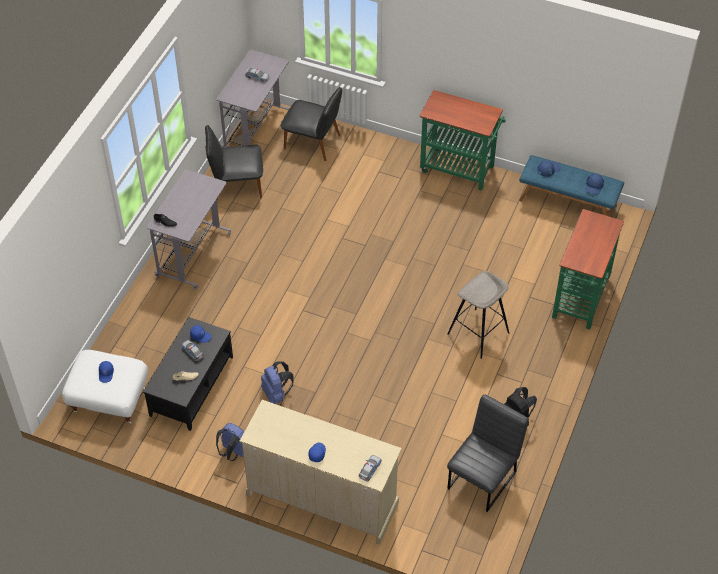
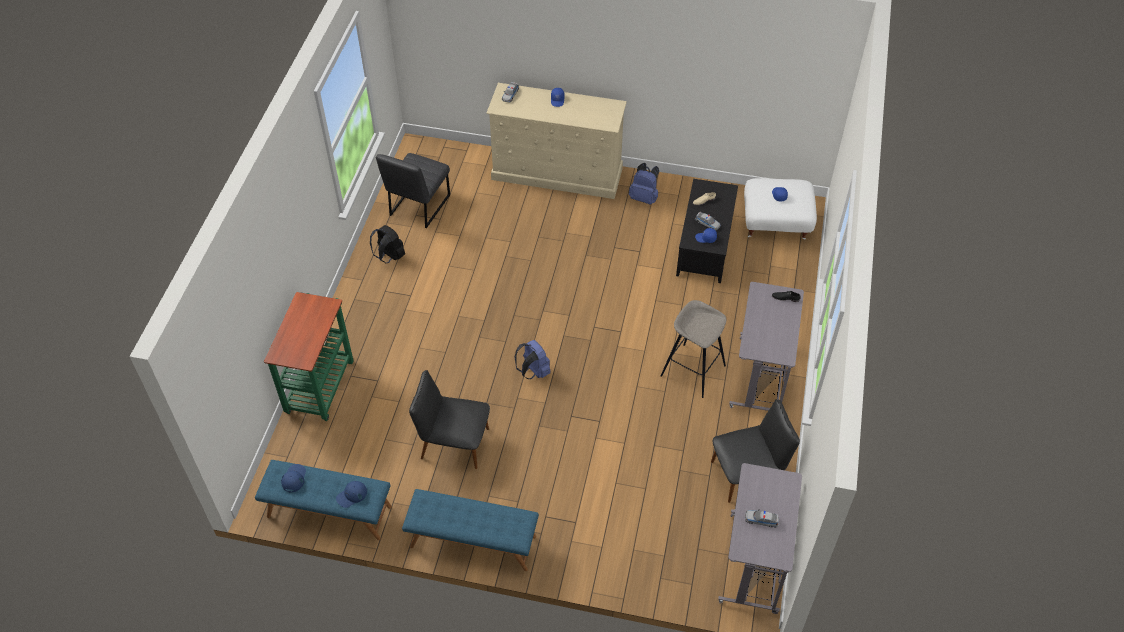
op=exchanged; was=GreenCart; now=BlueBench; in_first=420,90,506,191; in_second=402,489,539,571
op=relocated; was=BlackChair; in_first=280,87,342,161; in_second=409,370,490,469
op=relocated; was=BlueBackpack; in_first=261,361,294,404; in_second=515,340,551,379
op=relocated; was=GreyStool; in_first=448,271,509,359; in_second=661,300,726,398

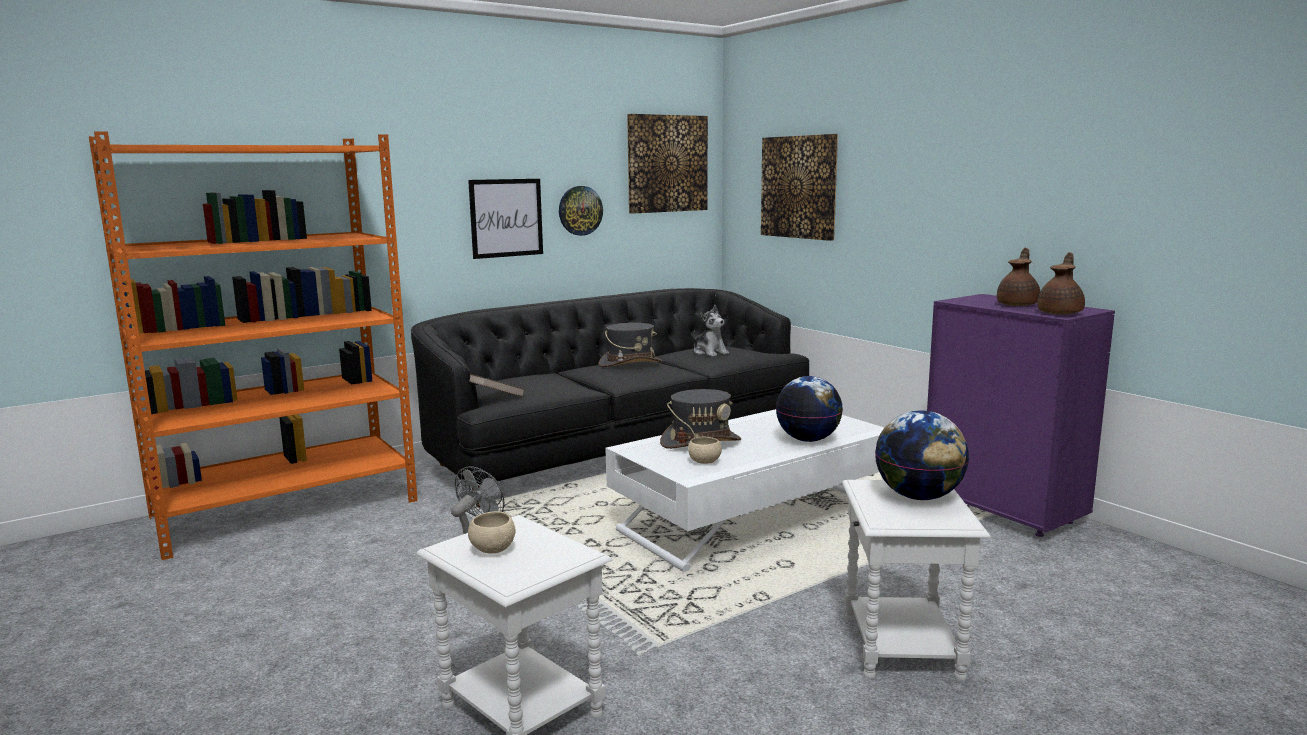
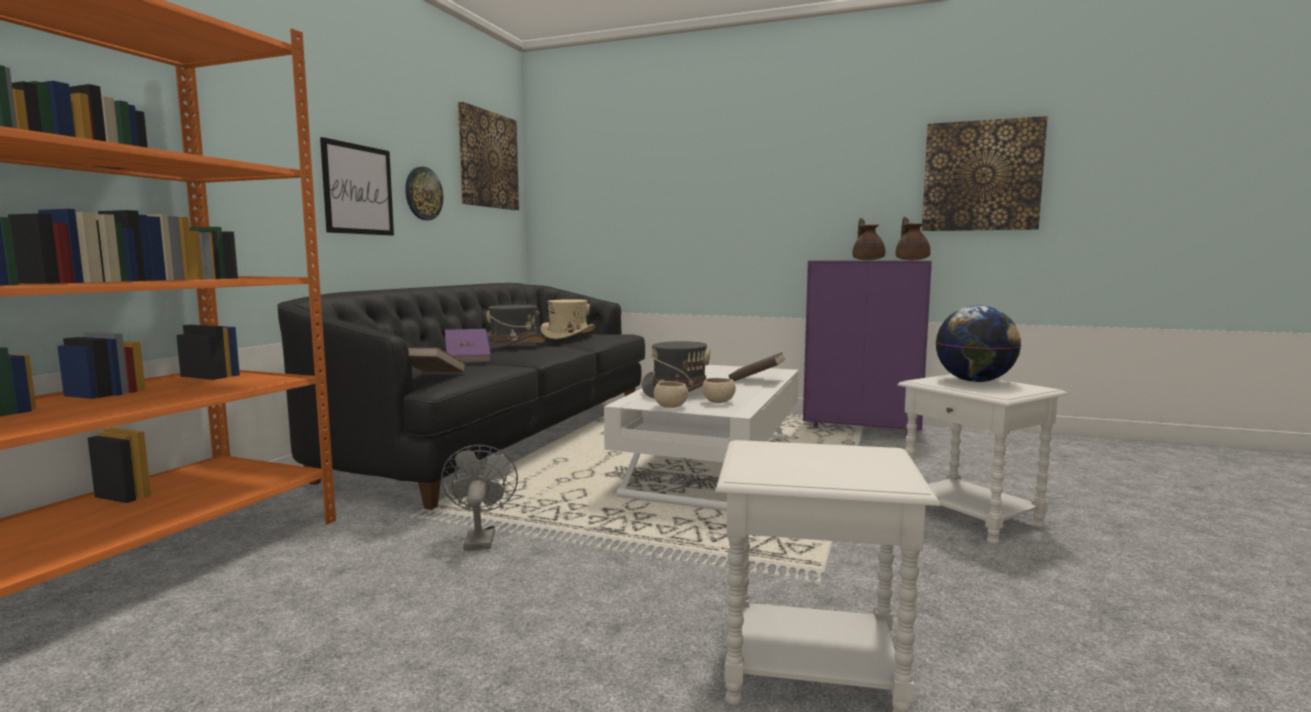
op=appeared; now=PurpleBook; in_second=445,329,491,363
op=exchanged; was=PlushToy; now=BeigeHat; in_first=694,305,729,357; in_second=541,299,595,339
op=relocated; was=BeigeBowl; in_first=468,511,516,554; in_second=654,381,688,408
op=exchanged; was=Globe; now=BrownBook; in_first=776,376,843,442; in_second=729,352,785,381
op=relocated; was=Picture; in_first=761,134,838,241; in_second=922,116,1048,231

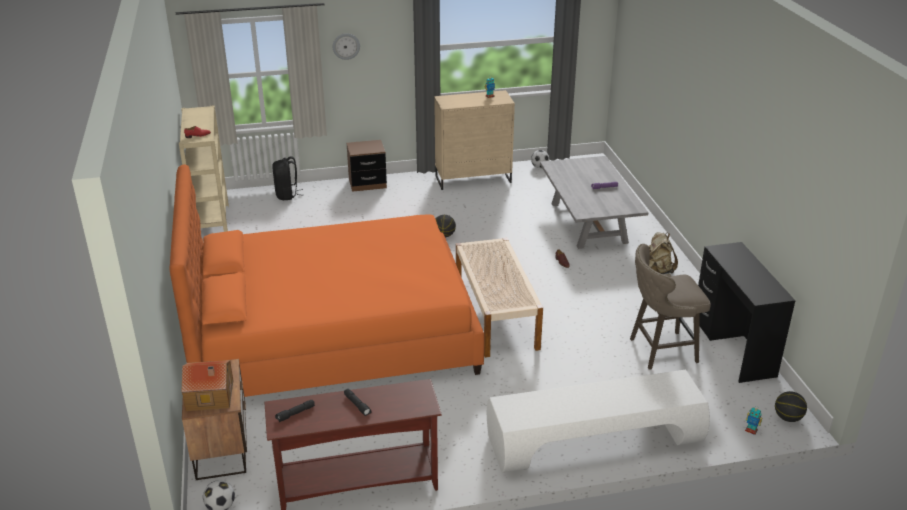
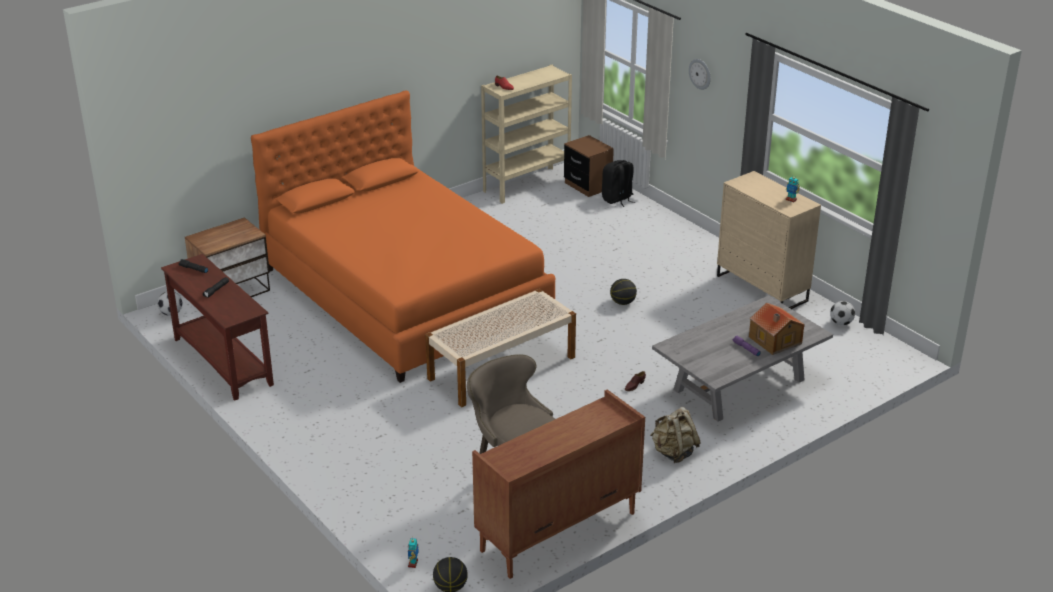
op=exchanged; was=BlackDesk; now=BrownCabinet; in_first=698,242,796,383; in_second=472,389,645,579
op=relocated; was=BrownNightstand; in_first=347,140,387,192; in_second=564,135,614,197
op=relocated; was=ToyHouse; in_first=181,360,233,411; in_second=749,303,805,355
op=missing; was=WhiteBench; in_first=487,370,710,473

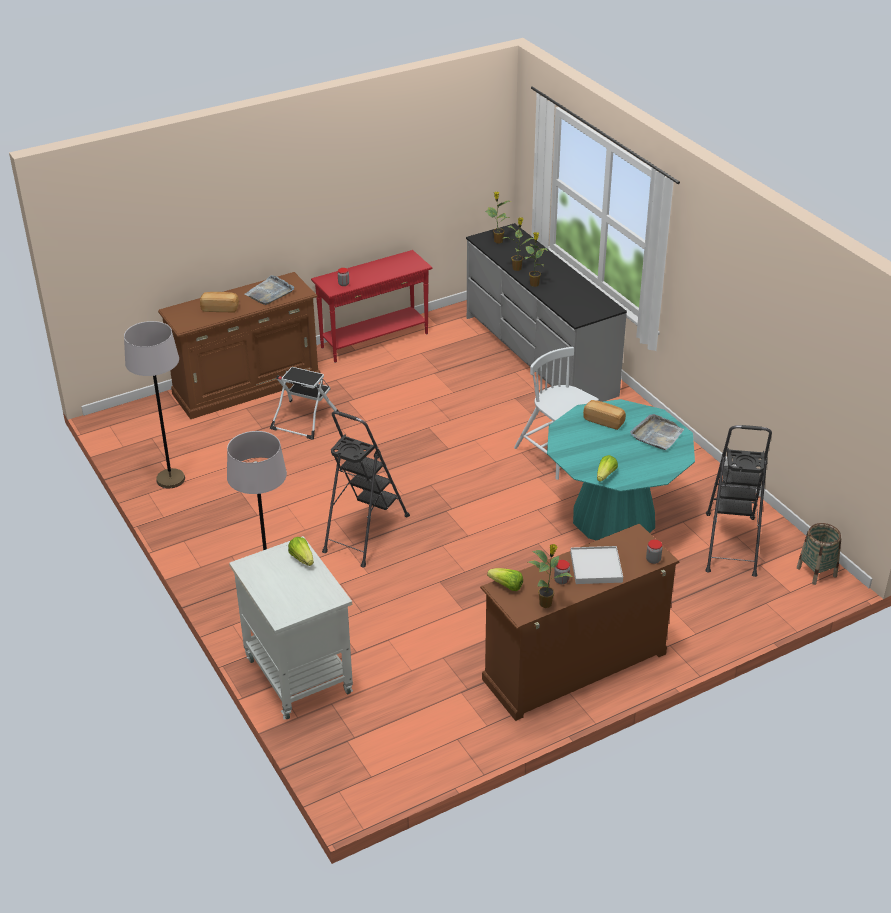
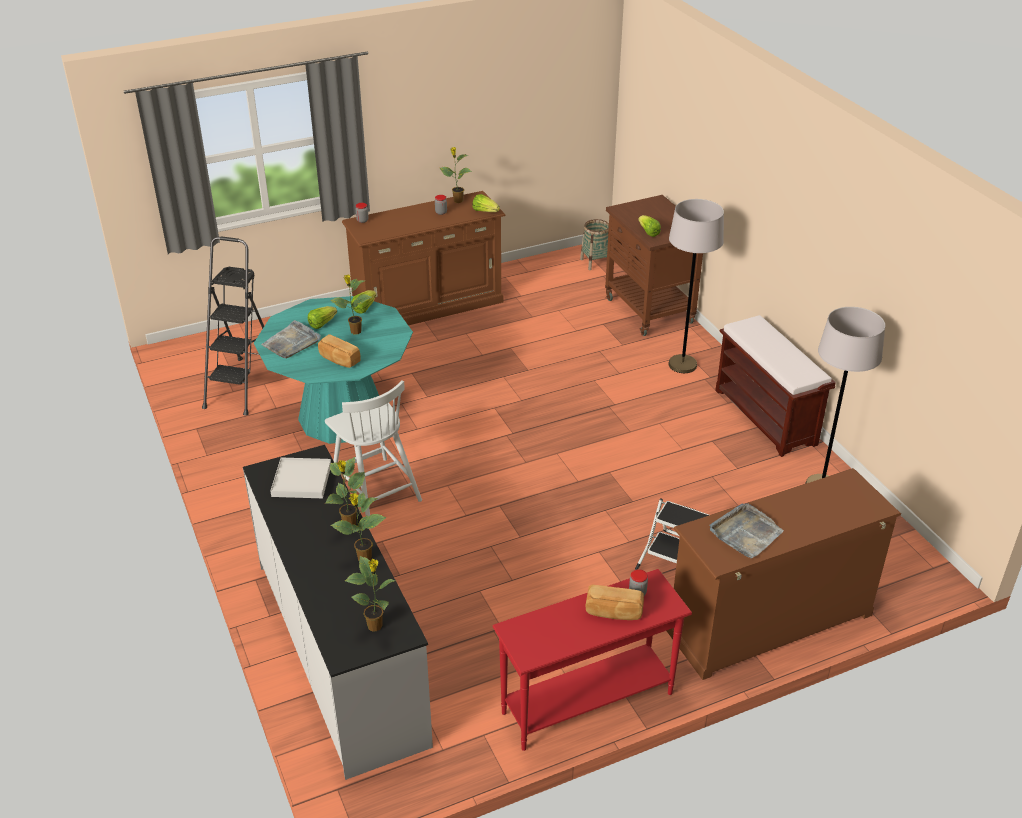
op=relocated; was=WhiteTray; in_first=570,546,623,584; in_second=270,457,331,498
op=appeared; now=Lettuce; in_second=308,306,337,329
op=appeared; now=PottedPlant; in_second=330,275,372,334
op=relocated; was=Basket; in_first=797,523,841,585; in_second=580,219,609,270
op=relocated; was=Bread; in_first=200,292,239,312; in_second=585,584,644,620
op=colour; was=WhiteCart; now=BrownCart; in_first=229,536,353,720; in_second=605,195,703,336
op=appeared; now=BrownBench; in_second=715,315,836,457
op=missing; was=StepLadder; in_first=322,411,410,567

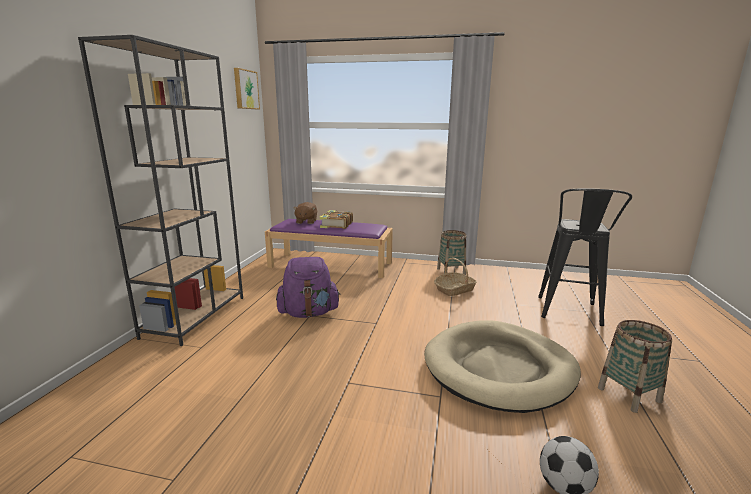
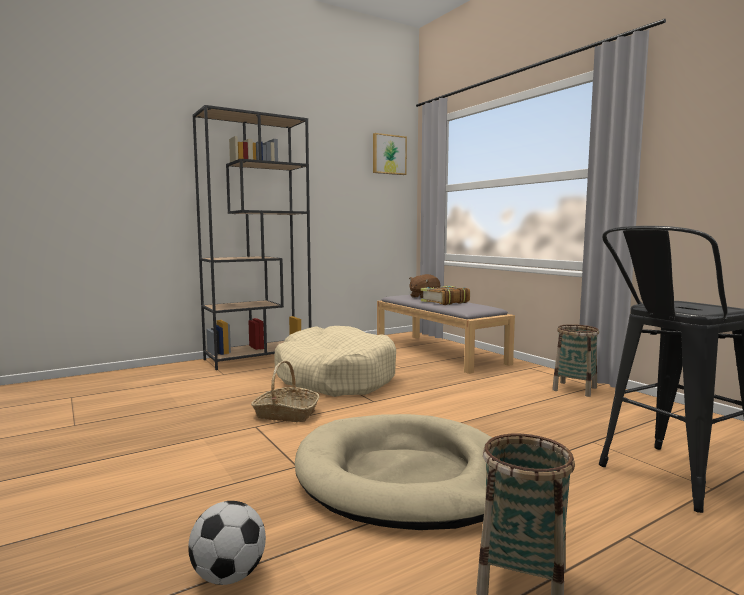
op=relocated; was=Basket; in_first=434,258,477,296; in_second=251,360,320,422
op=exchanged; was=PurpleBackpack; now=BeigeDogBed; in_first=276,257,341,318; in_second=275,326,396,397
op=colour; was=PurpleBench; now=GreyBench; in_first=265,219,393,278; in_second=377,295,515,374

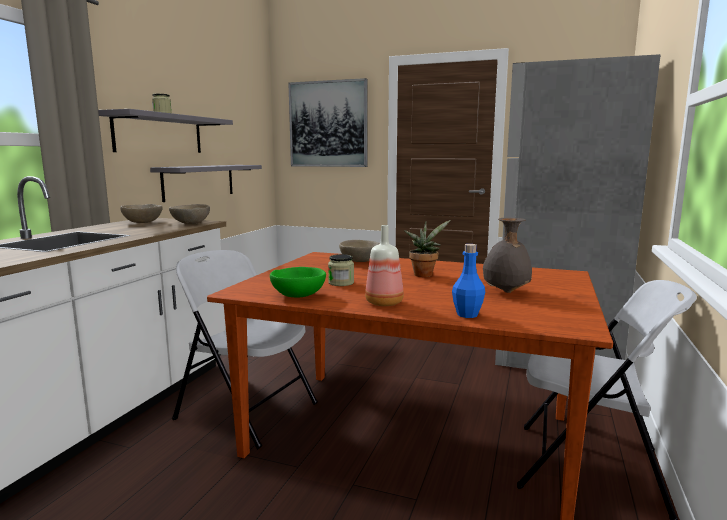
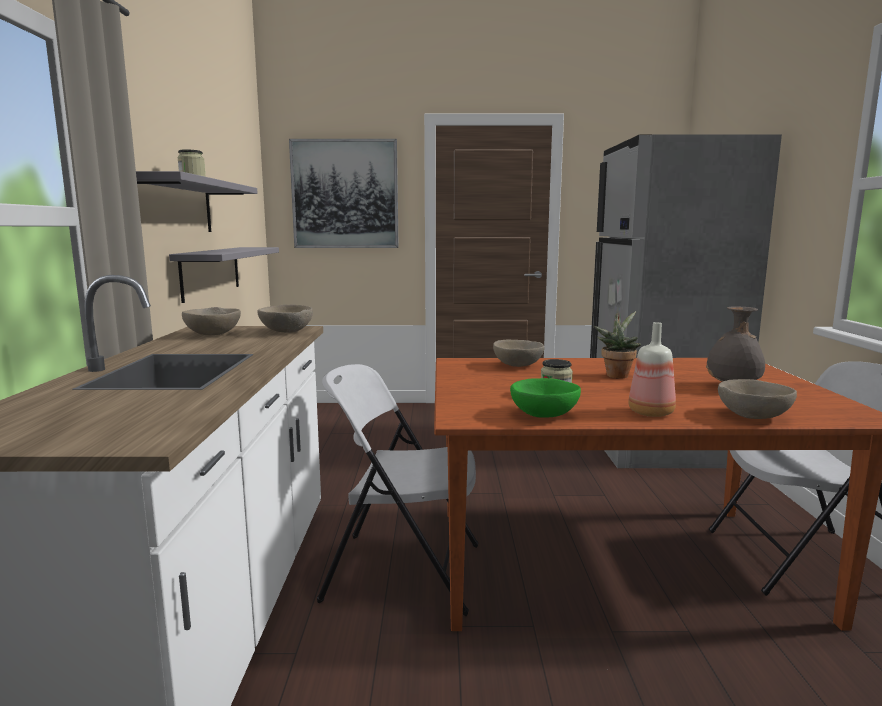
op=exchanged; was=BlueBottle; now=BeigeBowl; in_first=452,244,485,318; in_second=718,379,797,419

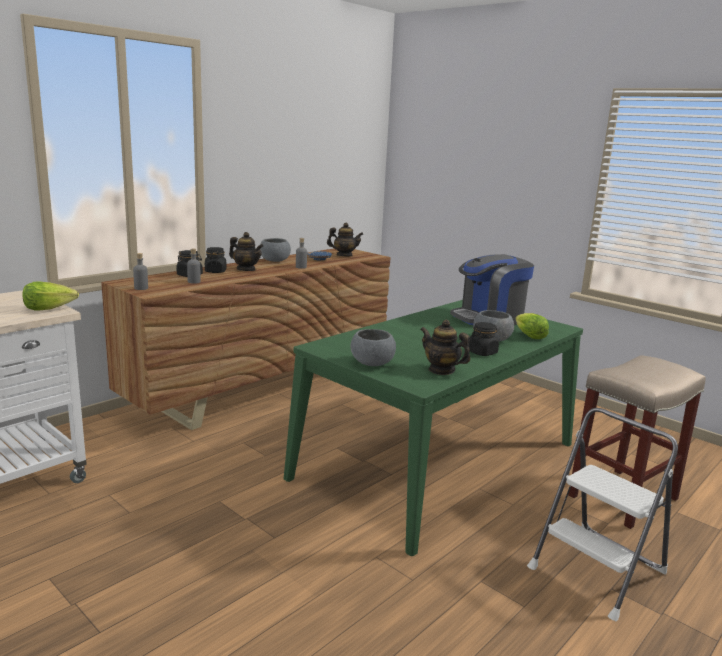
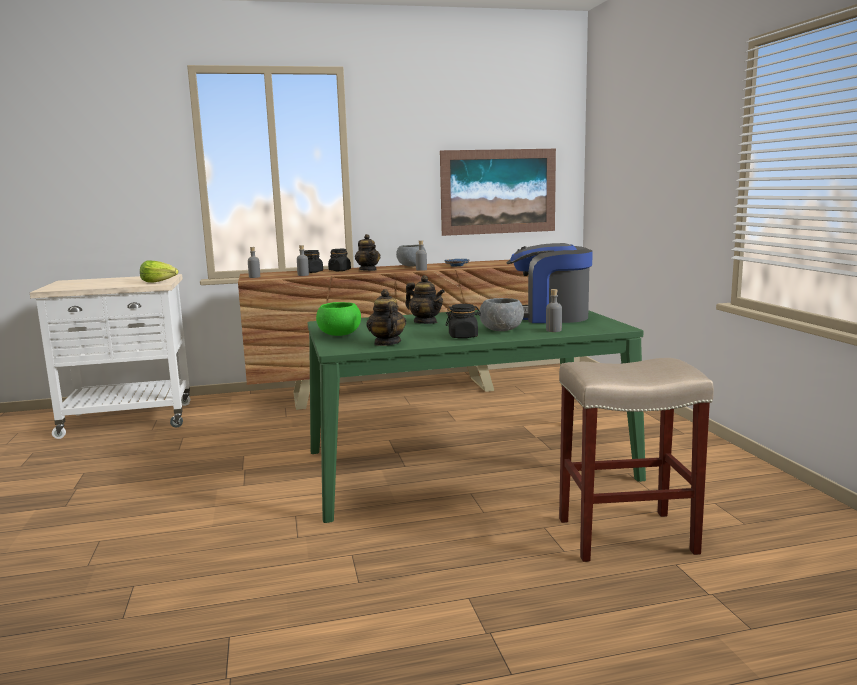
op=colour; was=GreyBowl; now=GreenBowl; in_first=350,329,396,366; in_second=316,302,361,336
op=relocated; was=Teapot; in_first=327,222,363,256; in_second=405,275,445,324
op=appeared; now=Picture; in_second=440,149,556,236
op=exchanged; was=Lettuce; now=GreyBottle; in_first=516,313,549,339; in_second=546,289,562,332
op=missing; was=WhiteStepLadder; in_first=527,408,678,621

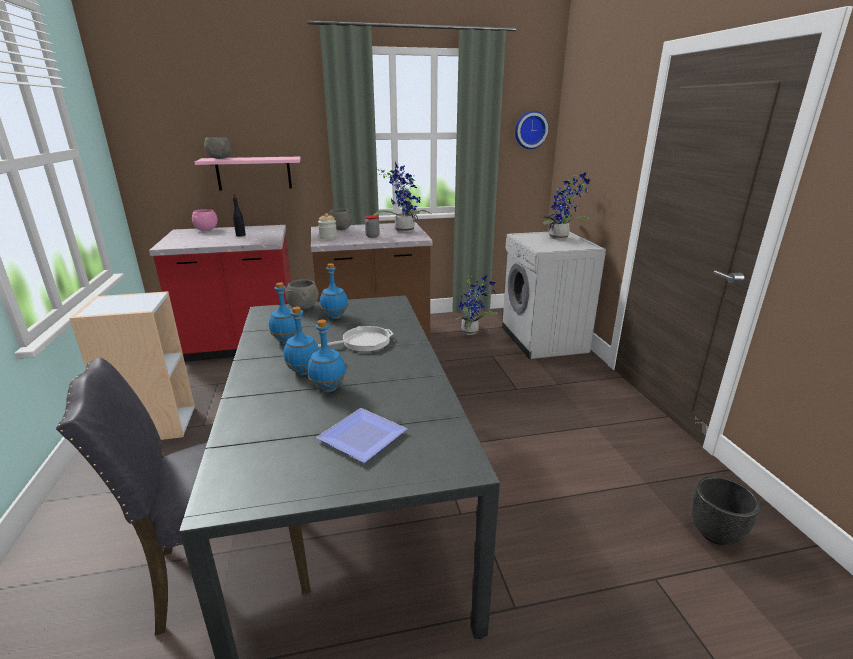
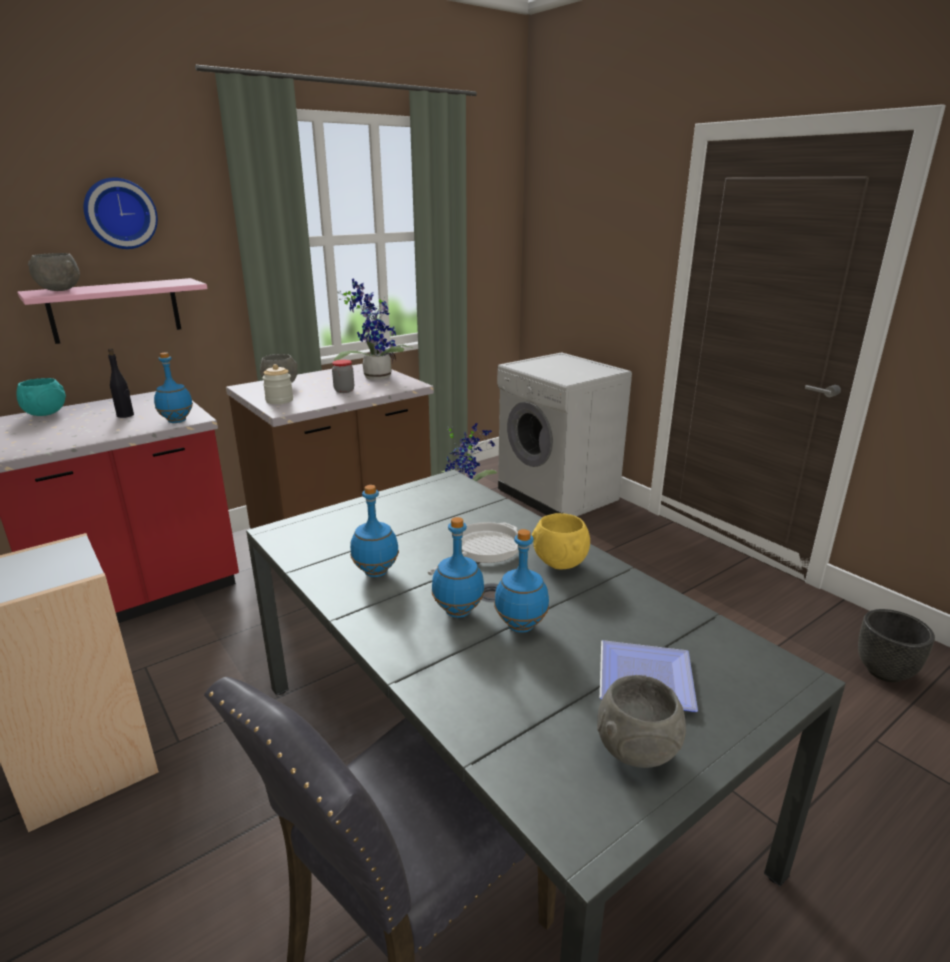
op=colour; was=PinkBowl; now=TurquoiseBowl; in_first=192,209,218,231; in_second=17,378,66,416
op=relocated; was=WallClock; in_first=515,111,549,149; in_second=84,177,158,249
op=relocated; was=BlueBottle; in_first=320,263,348,319; in_second=154,352,193,423
op=appeared; now=YellowBowl; in_second=532,513,590,569
op=relocated; was=GreyBowl; in_first=285,279,319,310; in_second=597,675,686,768
op=missing; was=PottedPlant; in_first=540,172,591,240

